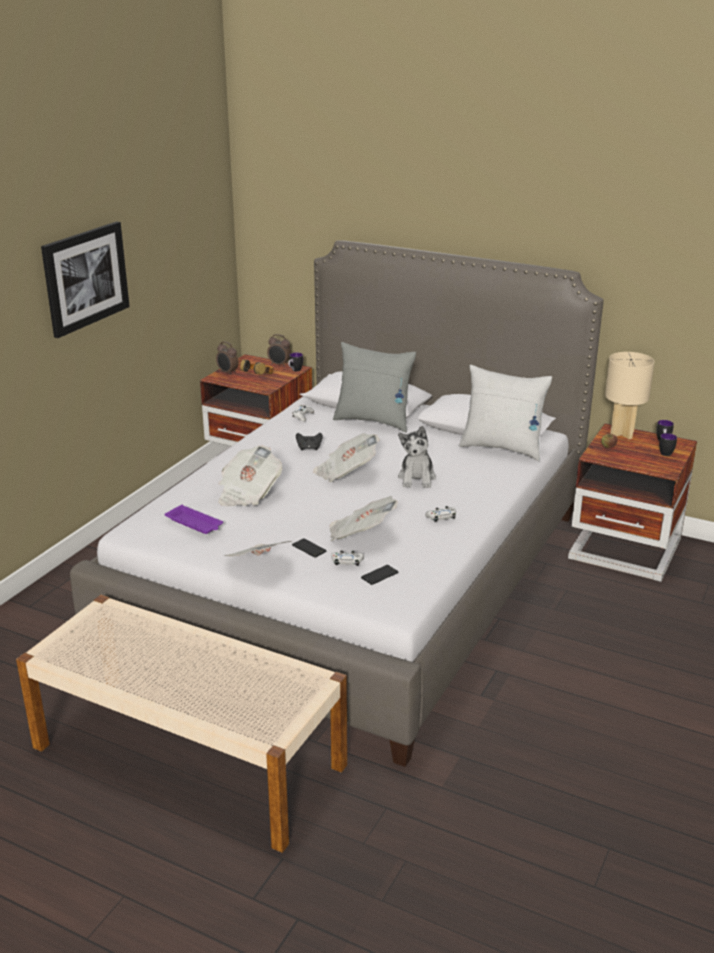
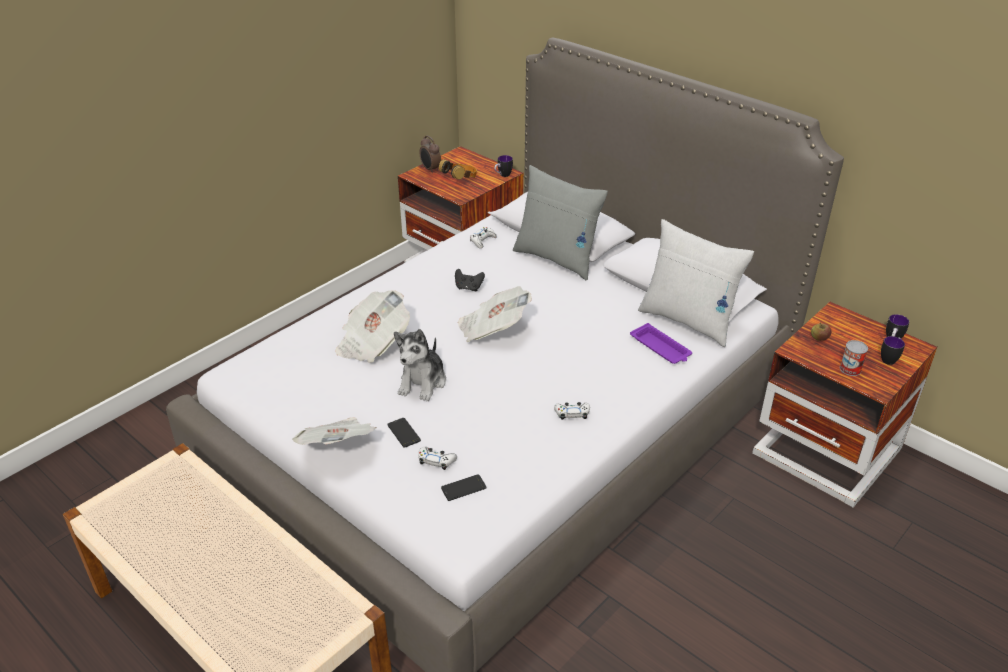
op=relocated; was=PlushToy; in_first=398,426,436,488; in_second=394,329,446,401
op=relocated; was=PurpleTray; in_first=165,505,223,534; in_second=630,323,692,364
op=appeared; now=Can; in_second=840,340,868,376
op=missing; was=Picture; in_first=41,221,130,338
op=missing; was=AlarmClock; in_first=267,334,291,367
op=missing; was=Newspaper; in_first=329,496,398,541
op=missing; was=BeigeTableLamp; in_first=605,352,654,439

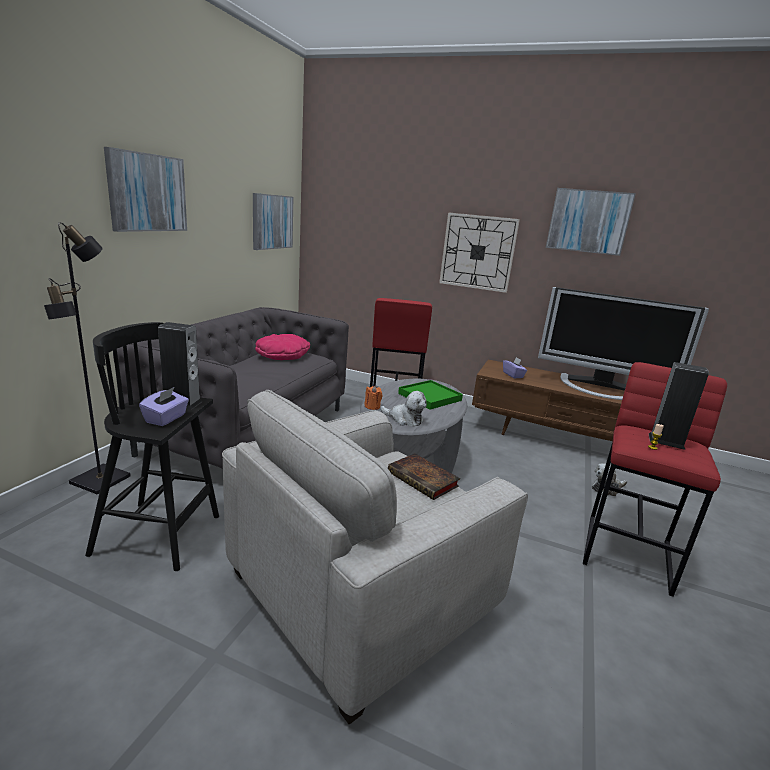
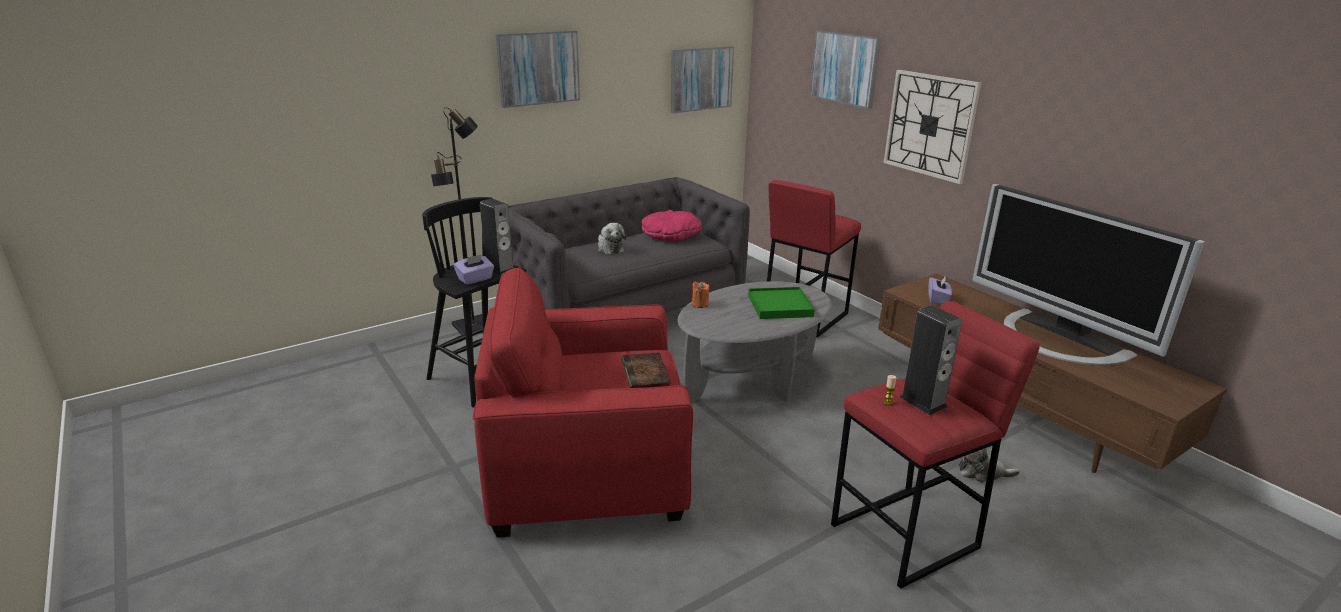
op=colour; was=GreyArmchair; now=RedArmchair; in_first=222,390,528,724; in_second=473,267,693,538
op=relocated; was=PlushToy; in_first=381,391,427,427; in_second=598,223,626,254
op=relocated; was=Picture; in_first=546,188,636,256; in_second=810,30,881,109

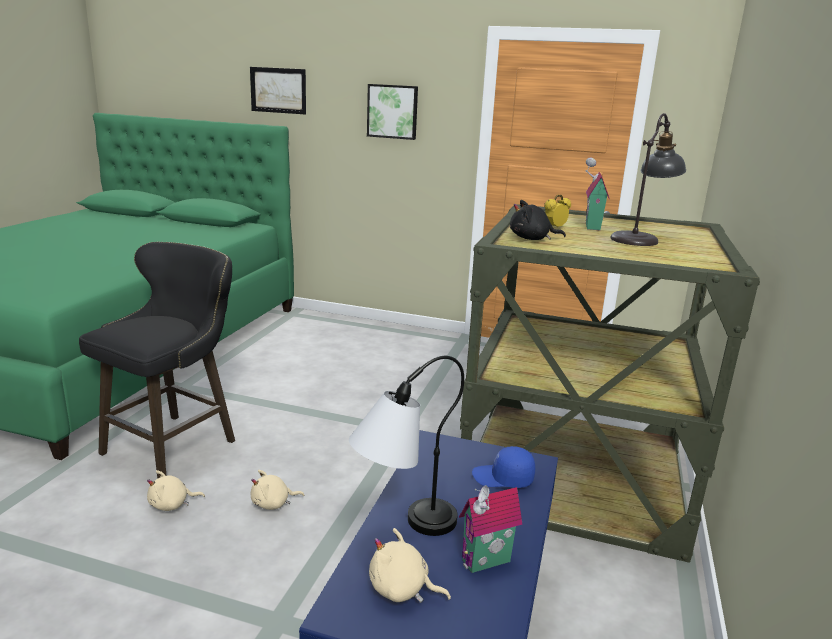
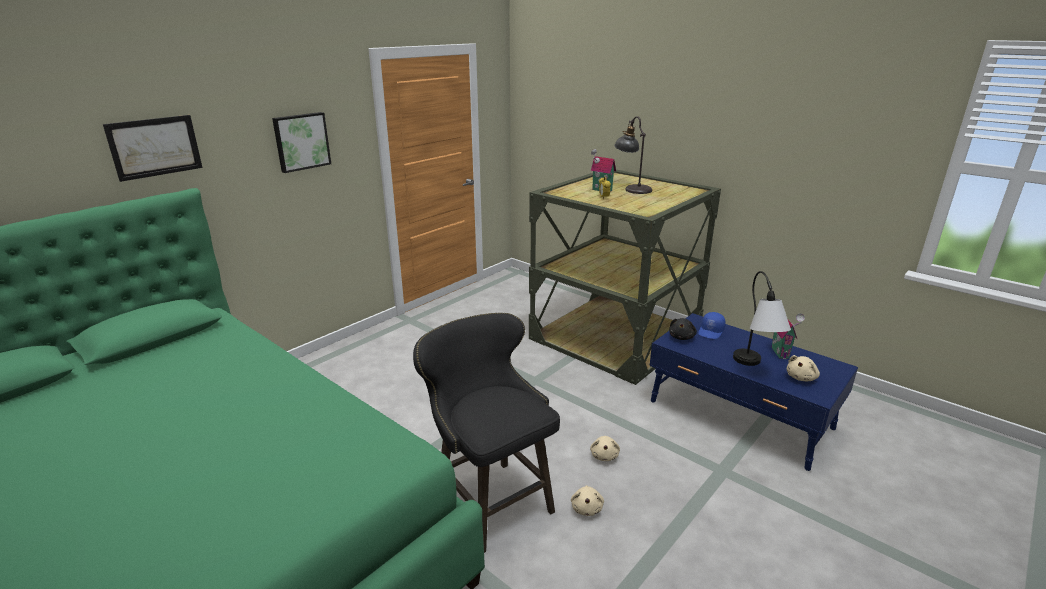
op=relocated; was=BlackPlushToy; in_first=510,200,566,240; in_second=669,318,697,340

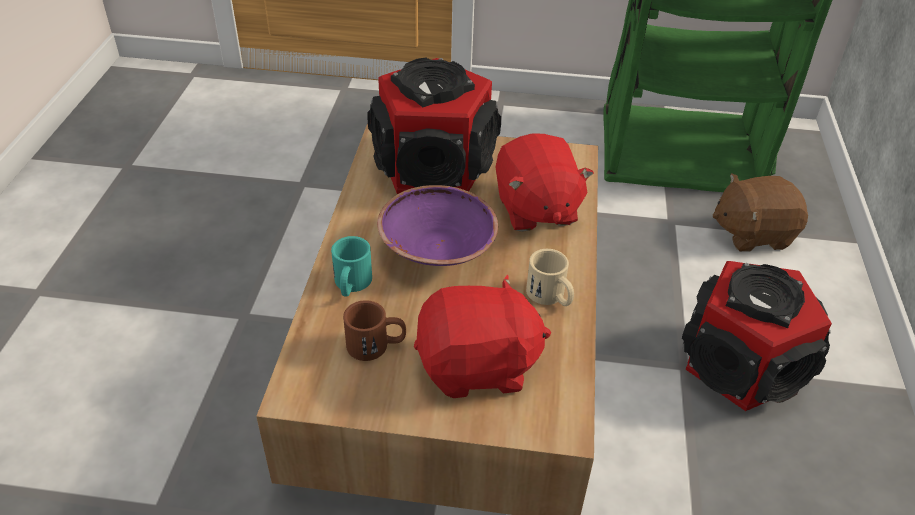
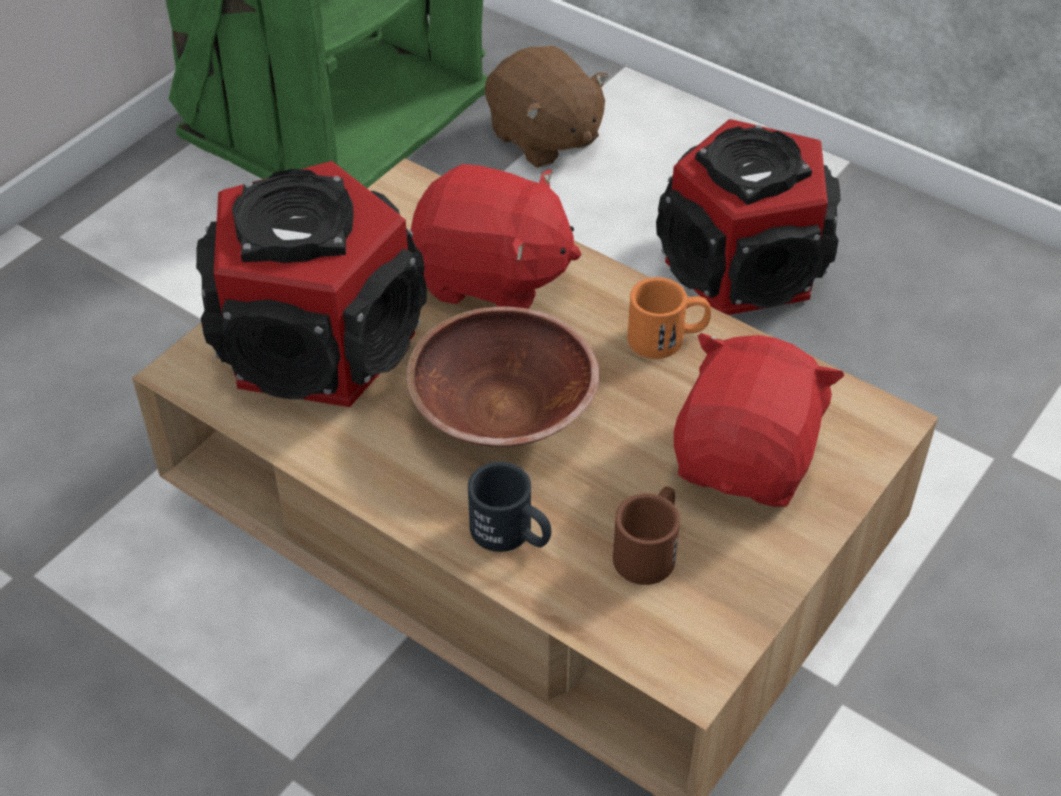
op=colour; was=PurpleBowl; now=BrownBowl; in_first=377,185,498,266; in_second=406,306,600,447
op=colour; was=TurquoiseMug; now=BlackMug; in_first=331,236,372,297; in_second=468,462,551,552
op=spun; was=BrownPlushToy; in_first=713,173,808,252; in_second=485,46,608,168; clockwise=-60
op=colour; was=BeigeMug; now=OrangeMug; in_first=526,249,574,306; in_second=627,277,711,359

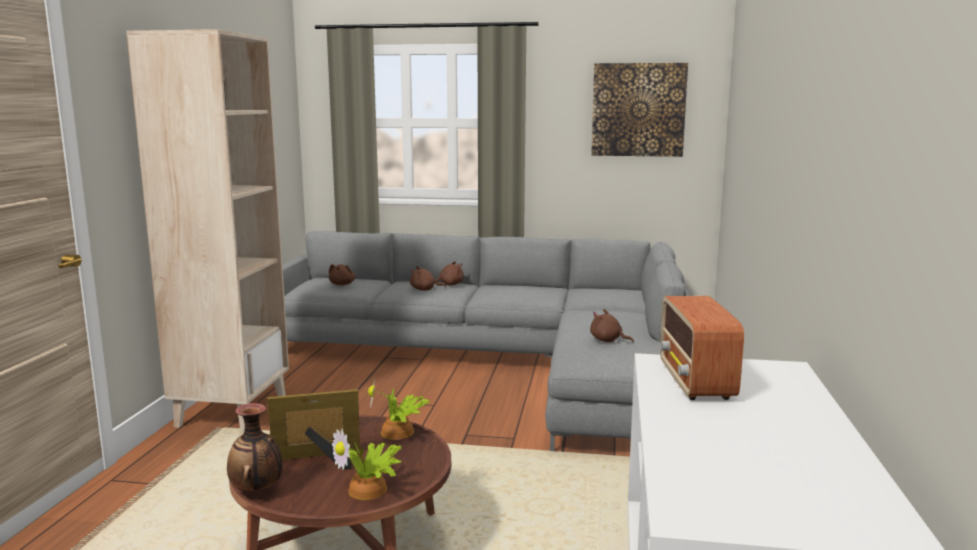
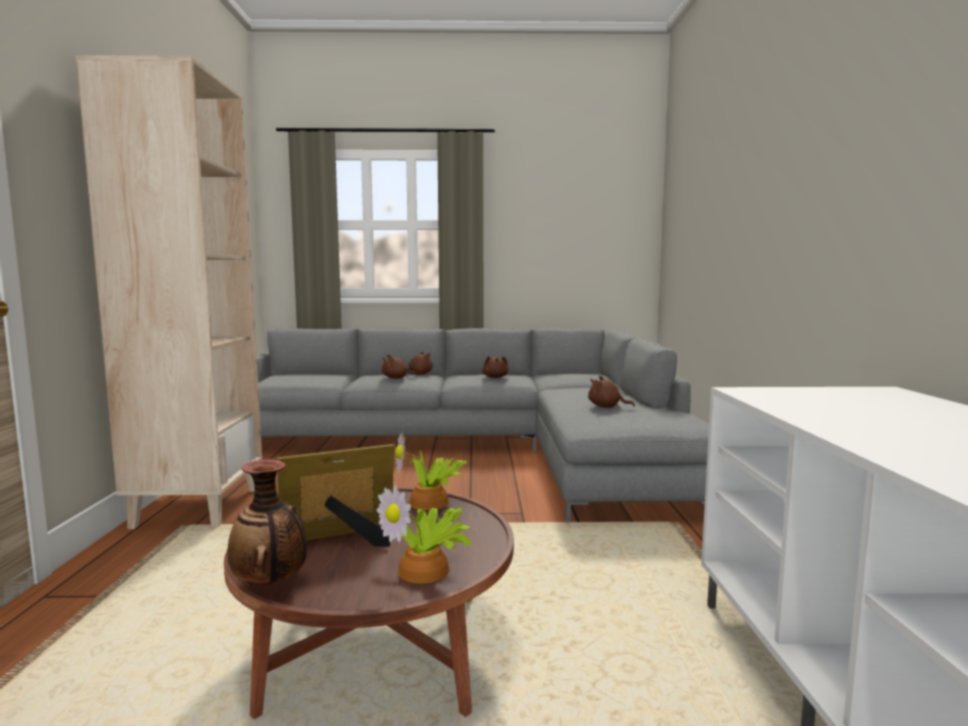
op=relocated; was=BrownPlushToy; in_first=329,264,355,285; in_second=482,356,509,378
op=missing; was=Picture; in_first=591,63,688,157
op=missing; was=Radio; in_first=660,296,744,400

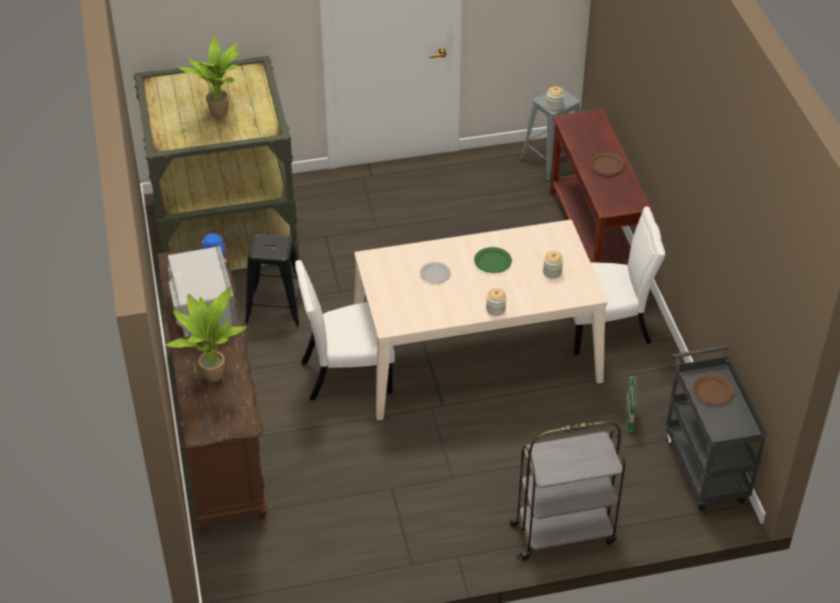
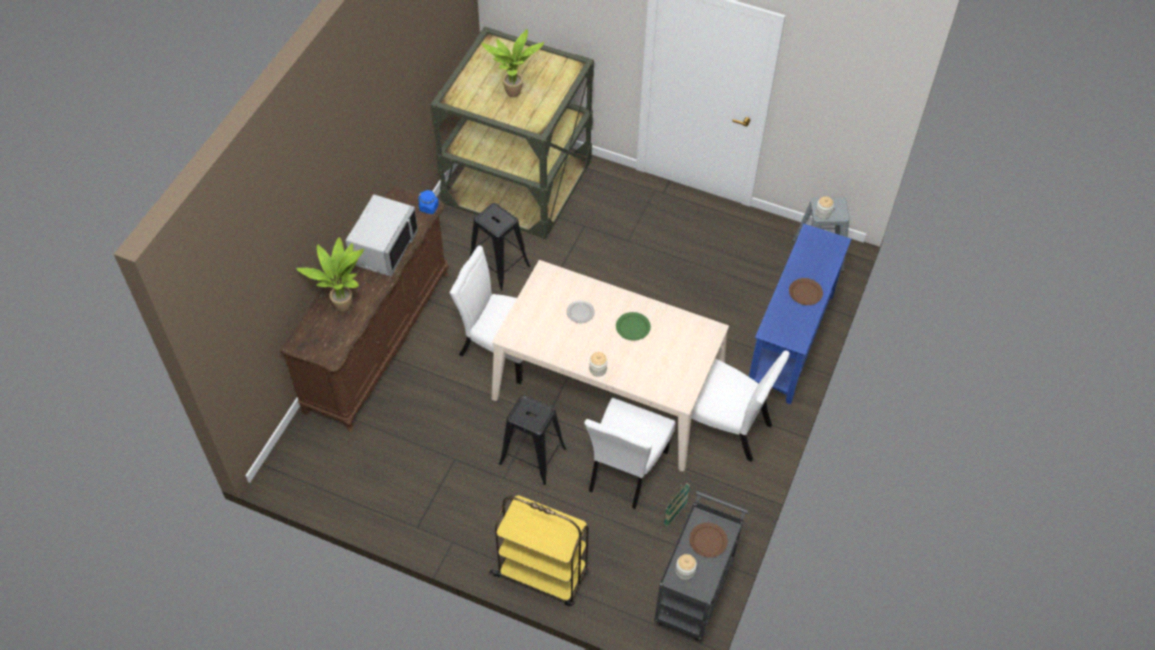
op=colour; was=GreyCart; now=YellowCart; in_first=510,421,625,561; in_second=489,495,589,606
op=appeared; now=BlackStool; in_second=499,395,567,485
op=appeared; now=WhiteChair; in_second=584,398,676,509
op=relocated; was=Jar; in_first=543,251,563,278; in_second=676,554,697,580
op=colour; was=BrownConsoleTable; now=BlueConsoleTable; in_first=550,109,653,265; in_second=749,224,851,404

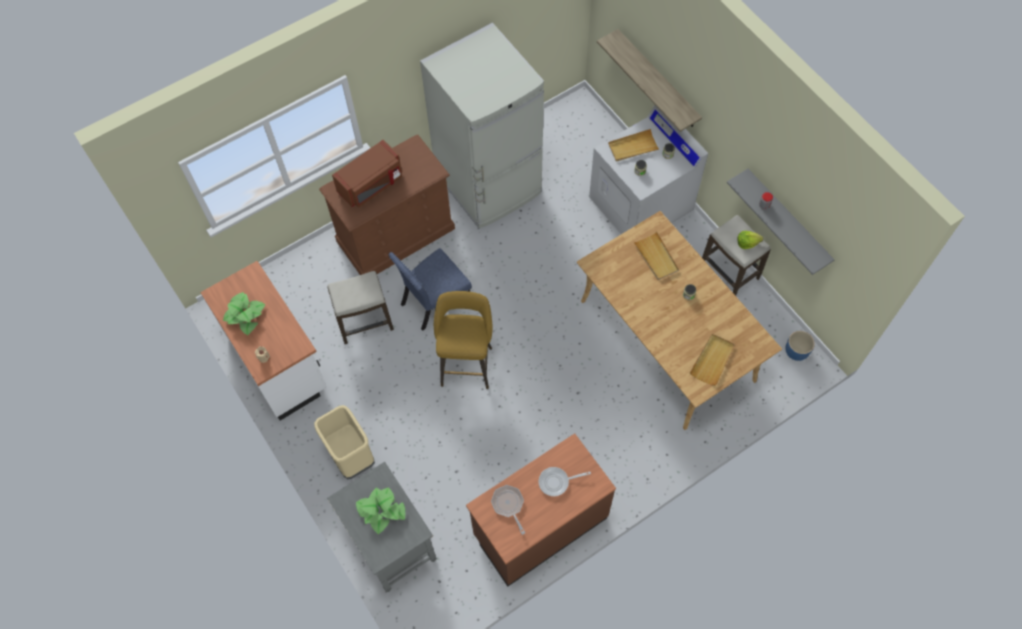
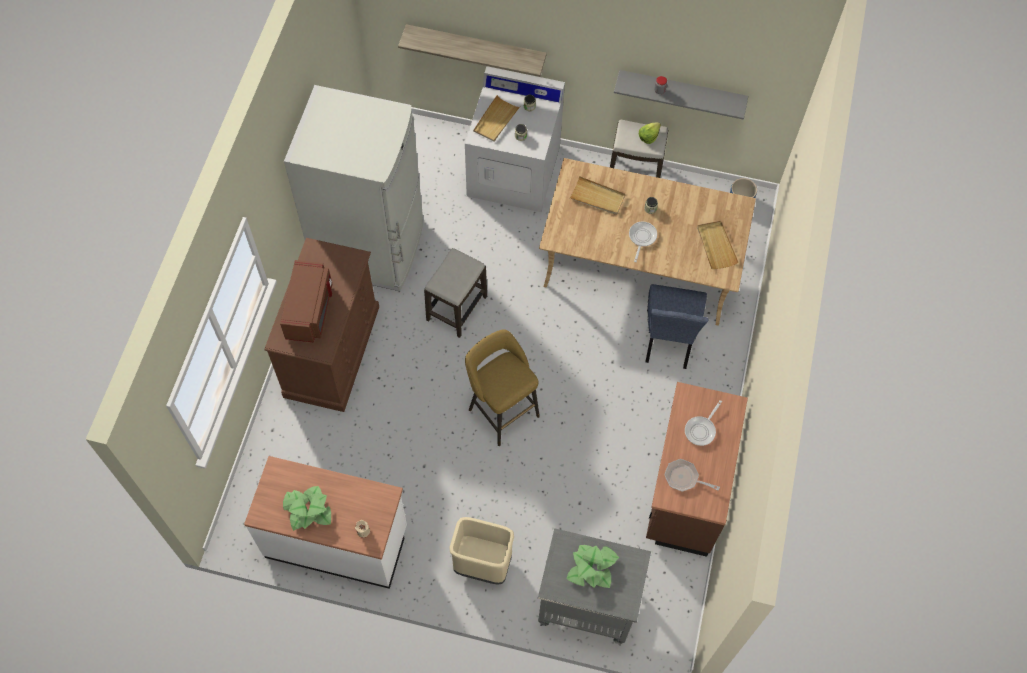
op=relocated; was=Stool; in_first=327,271,394,344; in_second=424,248,487,338
op=appeared; now=FryingPan; in_second=629,222,657,262
op=relocated; was=BlueChair; in_first=388,248,472,331; in_second=646,284,709,369

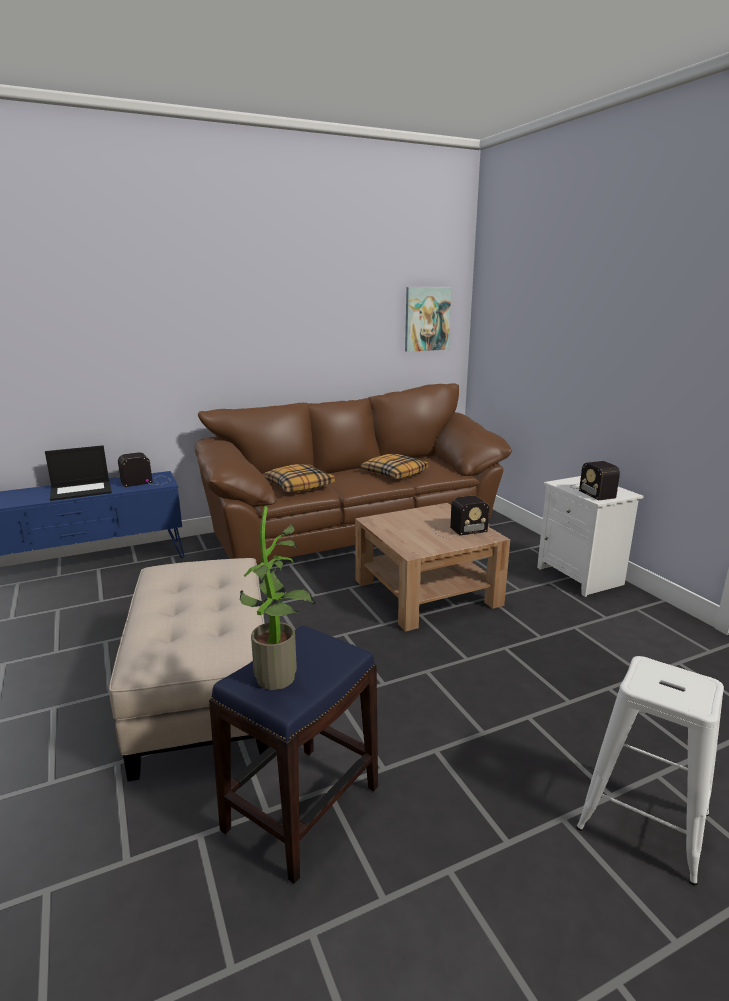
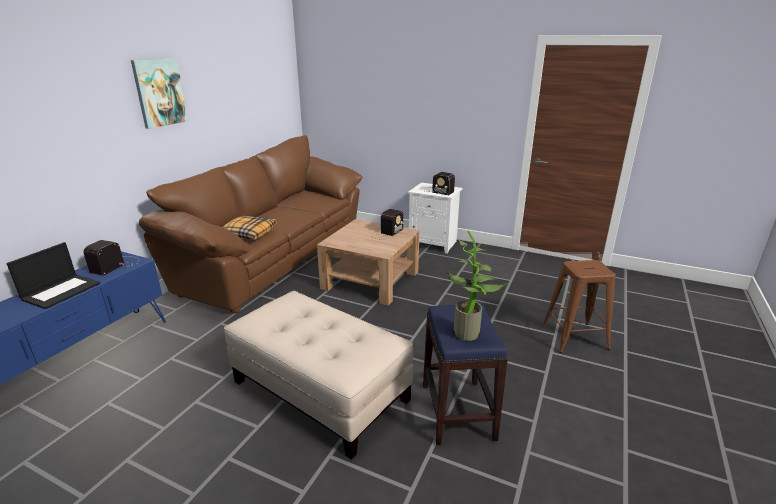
op=relocated; was=Picture; in_first=405,287,452,352; in_second=131,58,188,129
op=colour; was=WhiteStool; now=BrownStool; in_first=576,656,724,886; in_second=541,260,616,353
op=missing; was=Pillow; in_first=361,454,428,479

